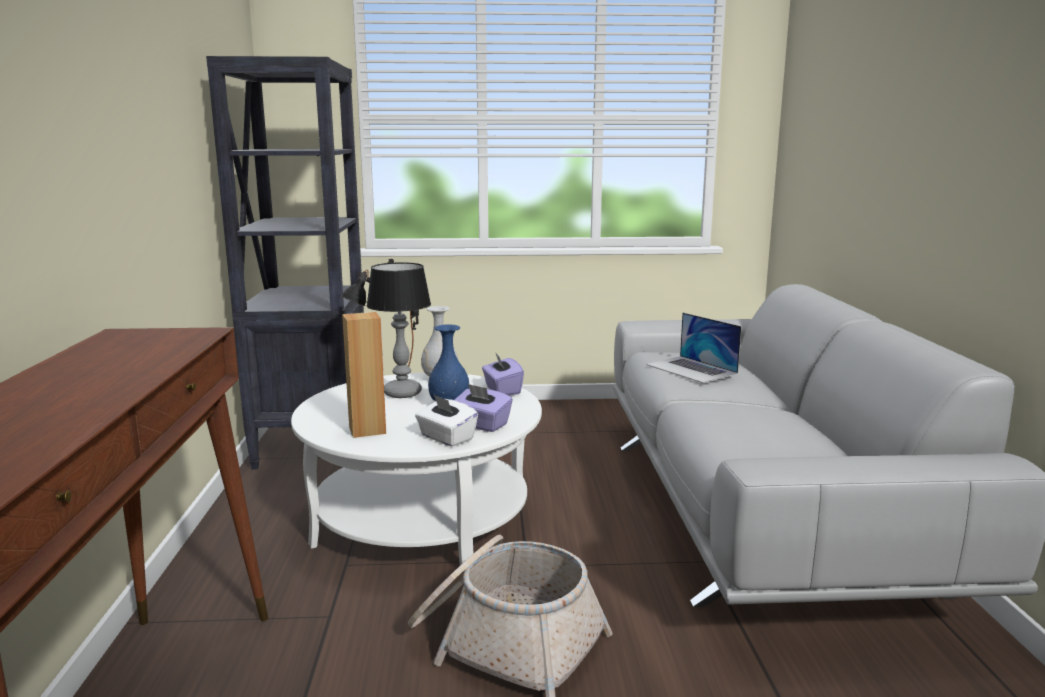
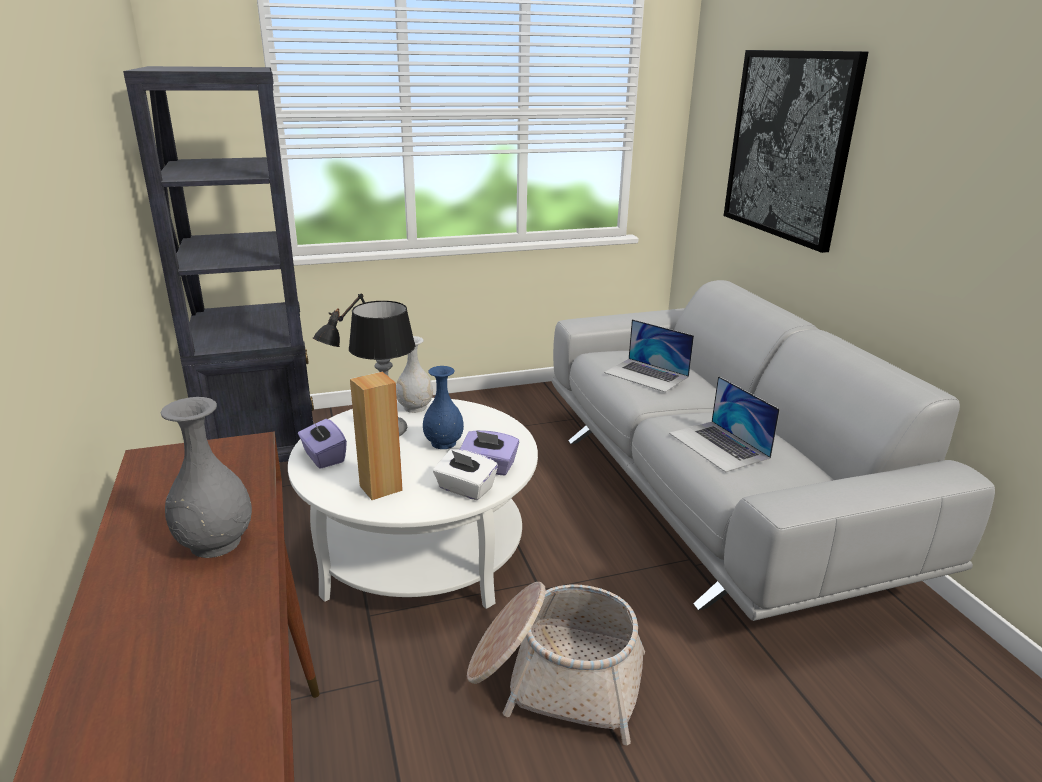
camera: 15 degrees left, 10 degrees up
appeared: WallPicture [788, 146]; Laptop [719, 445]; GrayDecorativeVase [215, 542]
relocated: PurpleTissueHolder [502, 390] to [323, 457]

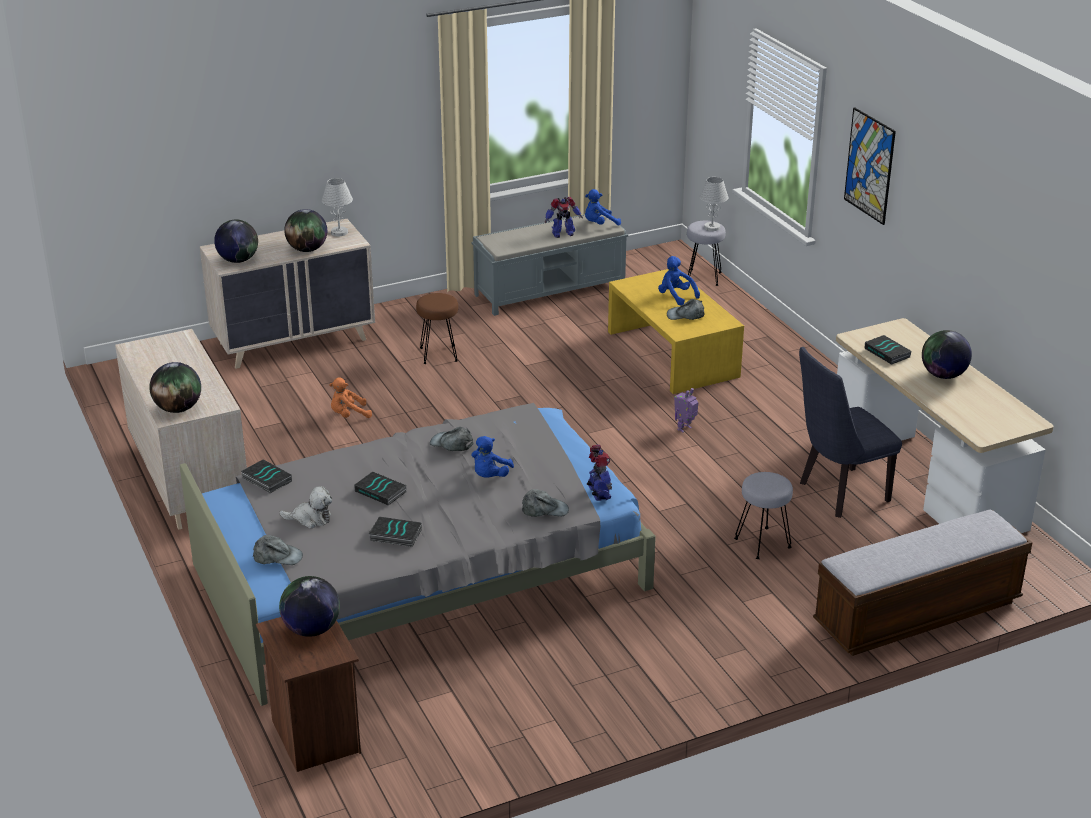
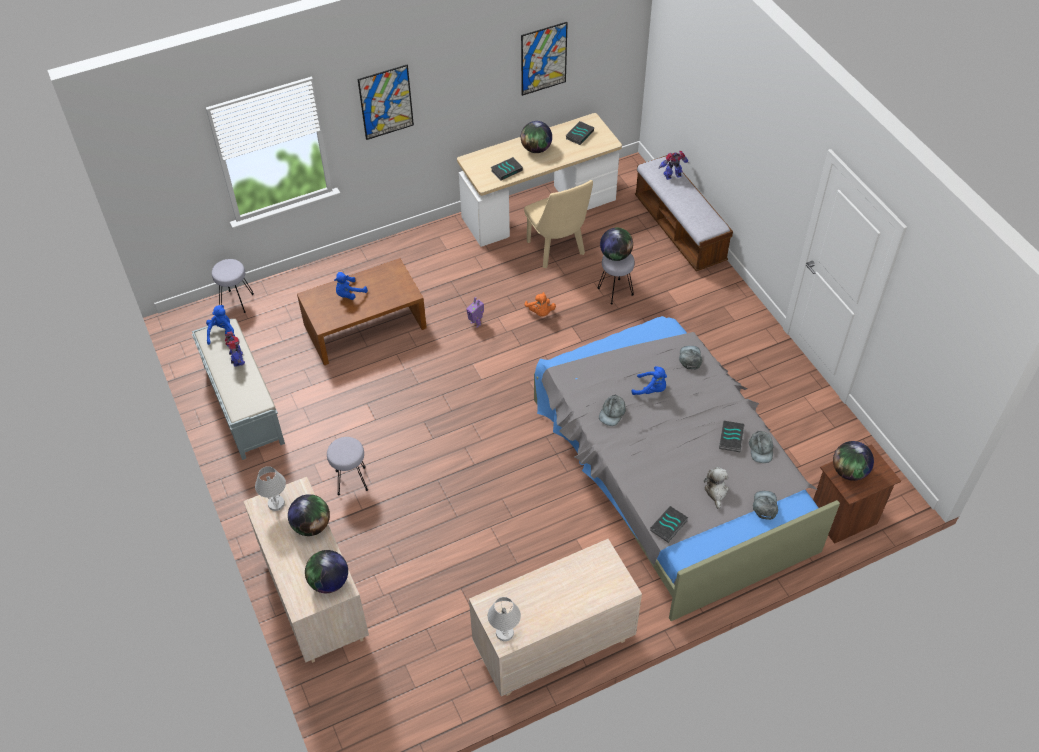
camera: 90 degrees left, 20 degrees up
appeared: WallPicture [543, 58]
relocated: WhiteColouredLampForATable [711, 227] to [505, 633]; GrayBaseballCap [685, 315] to [760, 449]; DeskGlobe [178, 409] to [615, 255]; OrangeSoftToy [349, 415] to [540, 312]; ModelRobot [598, 493] to [673, 176]; Volume [381, 491] to [579, 134]
colour: YellowColouredCoffeeTable [673, 354] to BrownColouredCoffeeTable [364, 325]; BrownColouredStoolSeat [439, 354] to GrayStoolSeat [351, 480]; BluePlainChair [838, 494] to BeigeColouredPlainChair [557, 251]
spun: BlueSoftToy [599, 224] = [222, 334] 150 degrees counterclockwise

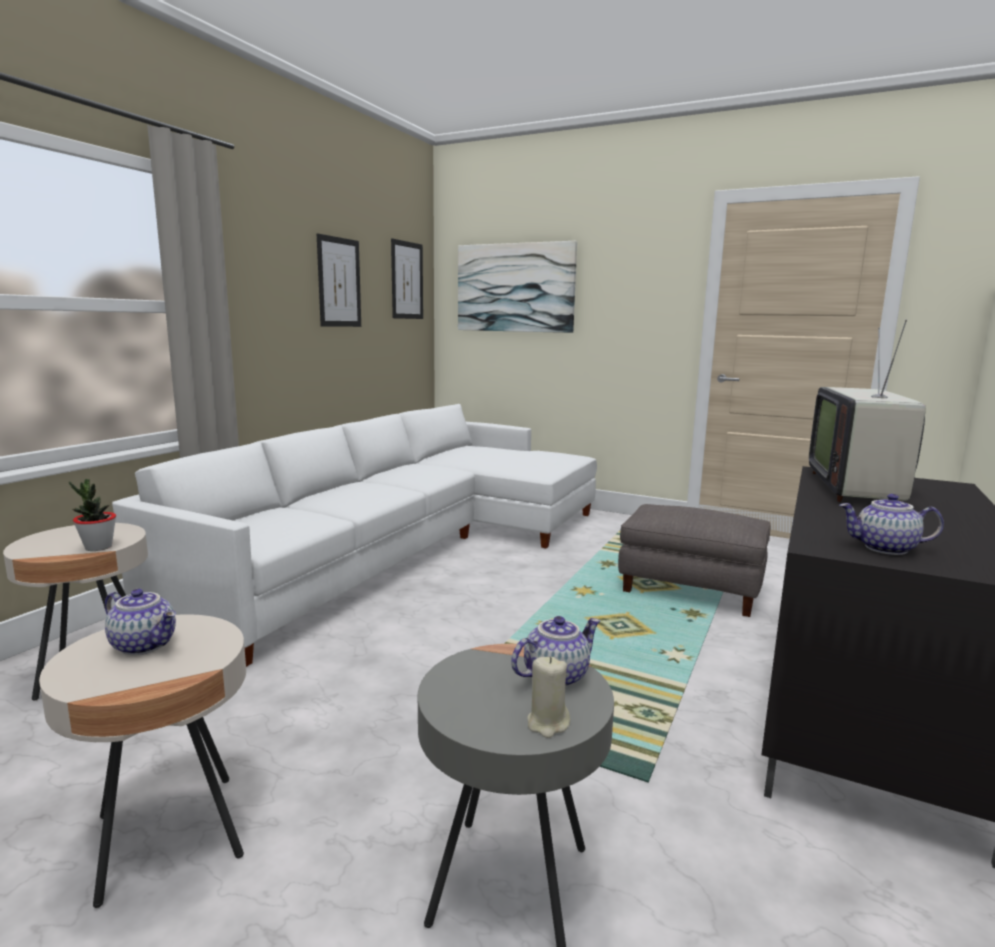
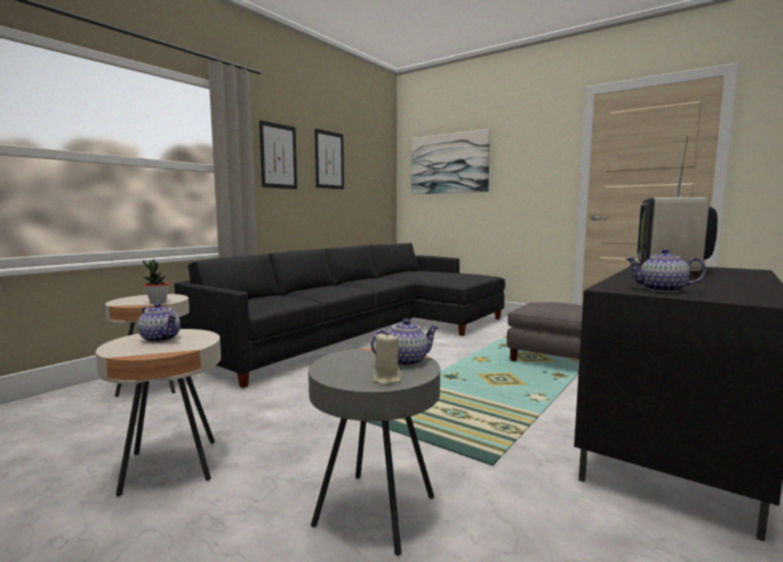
camera: 10 degrees right, 5 degrees down
relocated: WallPicture [407, 280] to [278, 156]
colour: WhiteColouredSettee [412, 545] to BlackColouredSettee [370, 331]

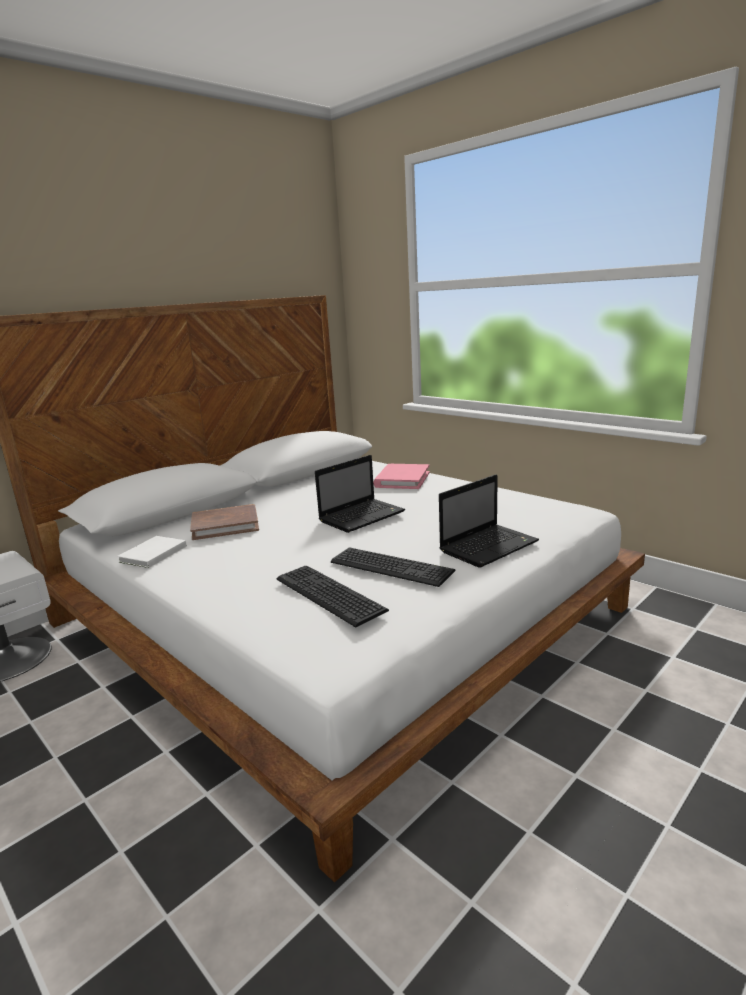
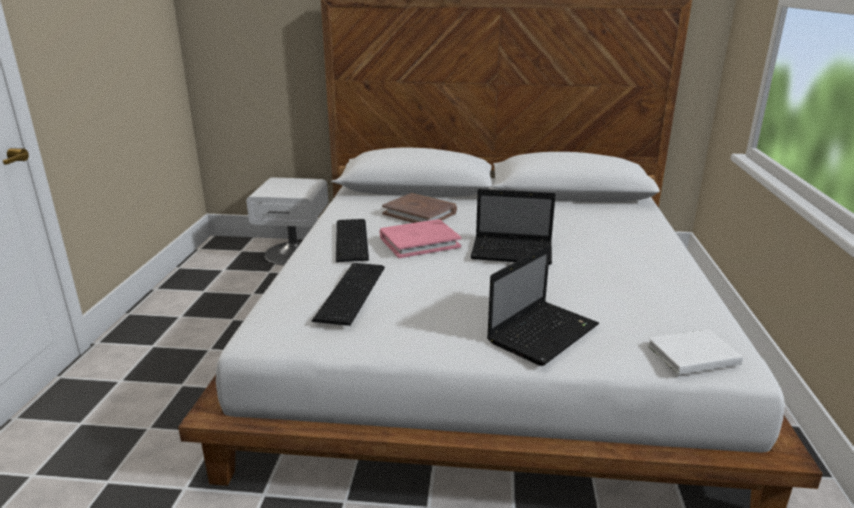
camera: 50 degrees right, 5 degrees up
relocated: PinkColouredVolume [402, 479] to [419, 242]; WhiteColouredVolume [151, 554] to [690, 354]; Keyboard [391, 565] to [353, 239]
spun: Laptop [489, 546] = [543, 332] 60 degrees counterclockwise

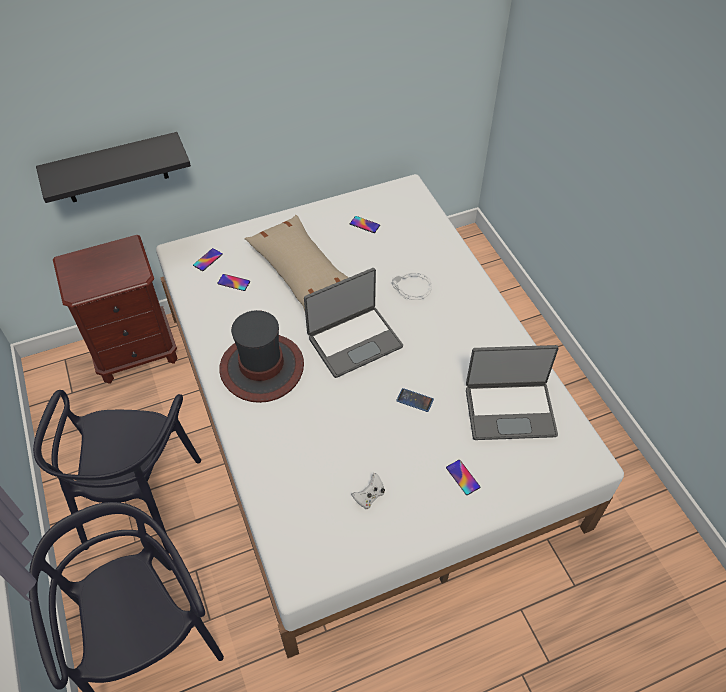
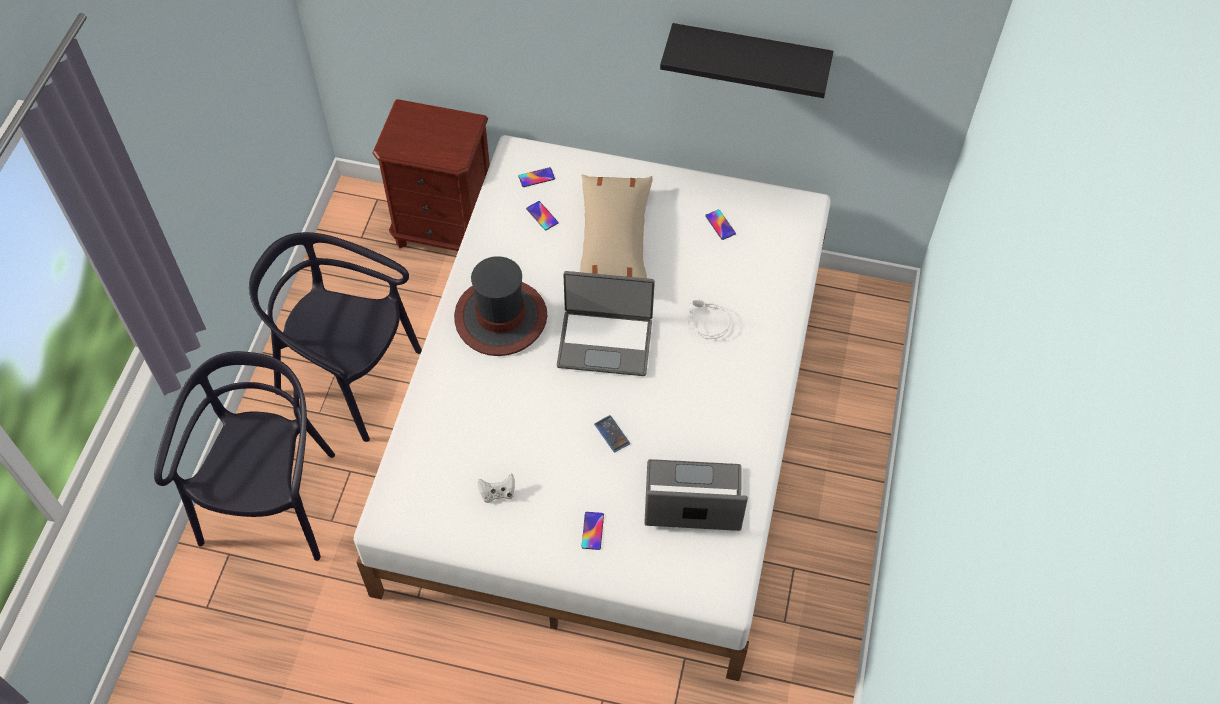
camera: 35 degrees right, 5 degrees up
relocated: BlackColouredBracketShelf [114, 169] to [749, 58]
spun: Laptop [509, 410] = [692, 499] 150 degrees clockwise; BlackColouredPlainChair [139, 500] = [348, 377] 75 degrees clockwise

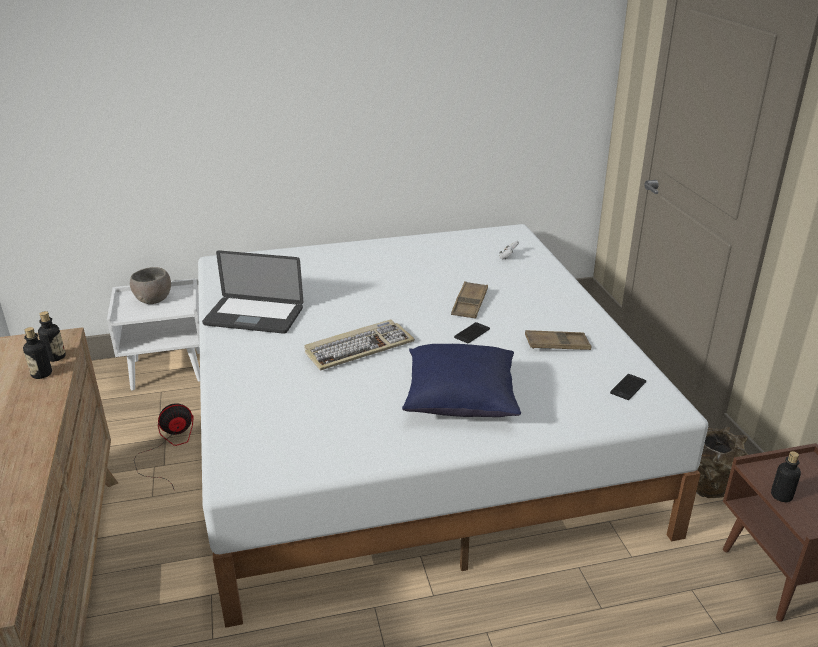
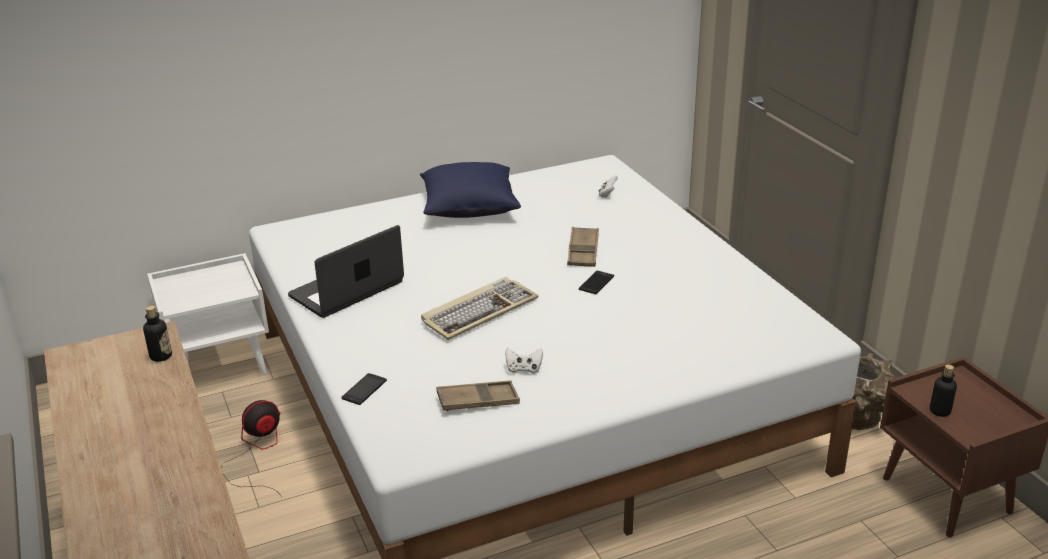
camera: 10 degrees left, 0 degrees up
missing: GrayDeepDish [153, 298]; DrinkBottle [41, 374]
appeared: WhiteColouredJoypad [524, 369]
relocated: BrownColouredServingTray [557, 345] to [478, 401]; BluePillow [461, 398] to [469, 207]; Telephone [628, 387] to [364, 389]
spun: Laptop [254, 316] = [347, 290] 135 degrees clockwise

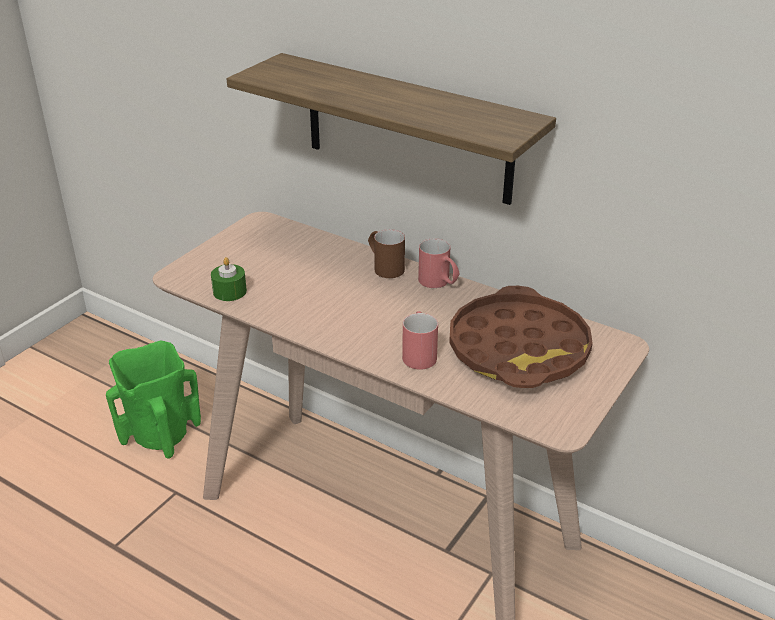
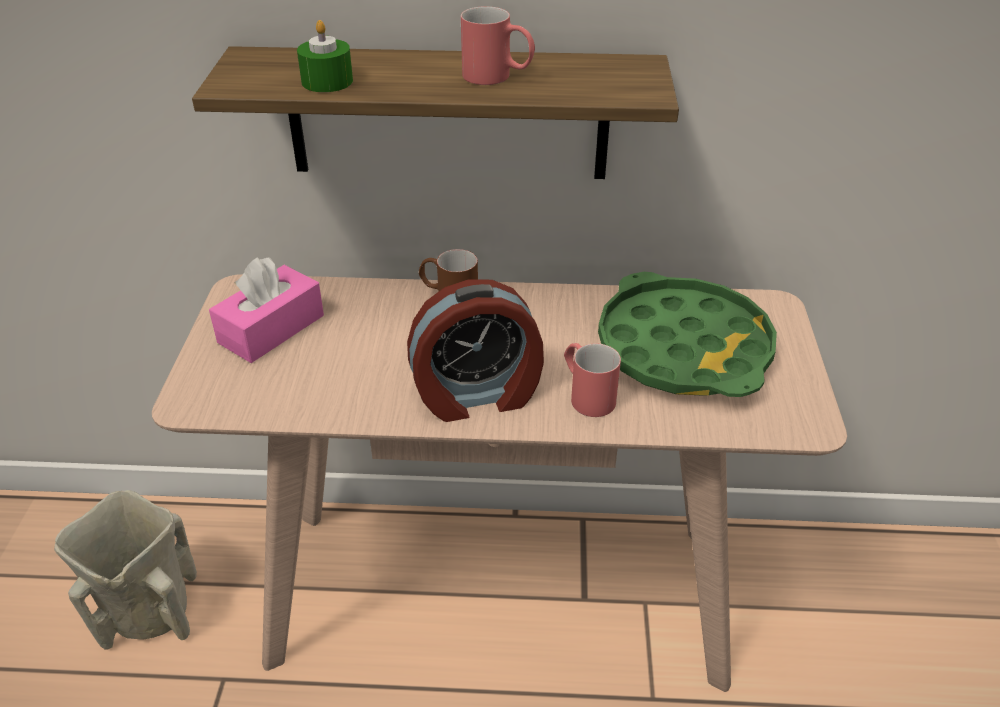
camera: 30 degrees left, 5 degrees up
appeared: PinkColouredTissueHolder [271, 329]; AlarmClock [477, 396]
relocated: RedColouredMug [439, 283] to [498, 77]; GreenColouredCandle [229, 291] to [327, 81]
colour: BrownColouredServingTray [518, 349] to GreenColouredServingTray [683, 348]; GreenColouredDecorativeVase [160, 433] to BeigeColouredDecorativeVase [149, 611]

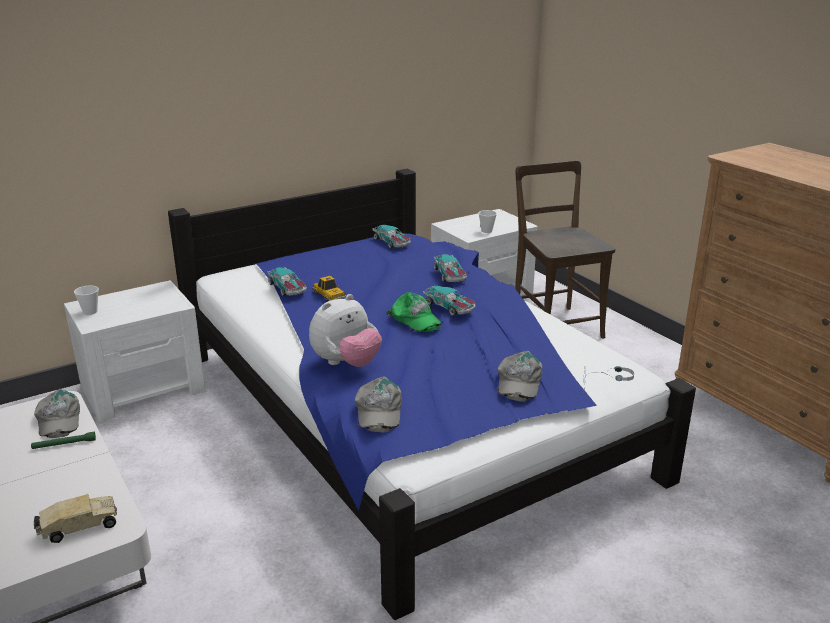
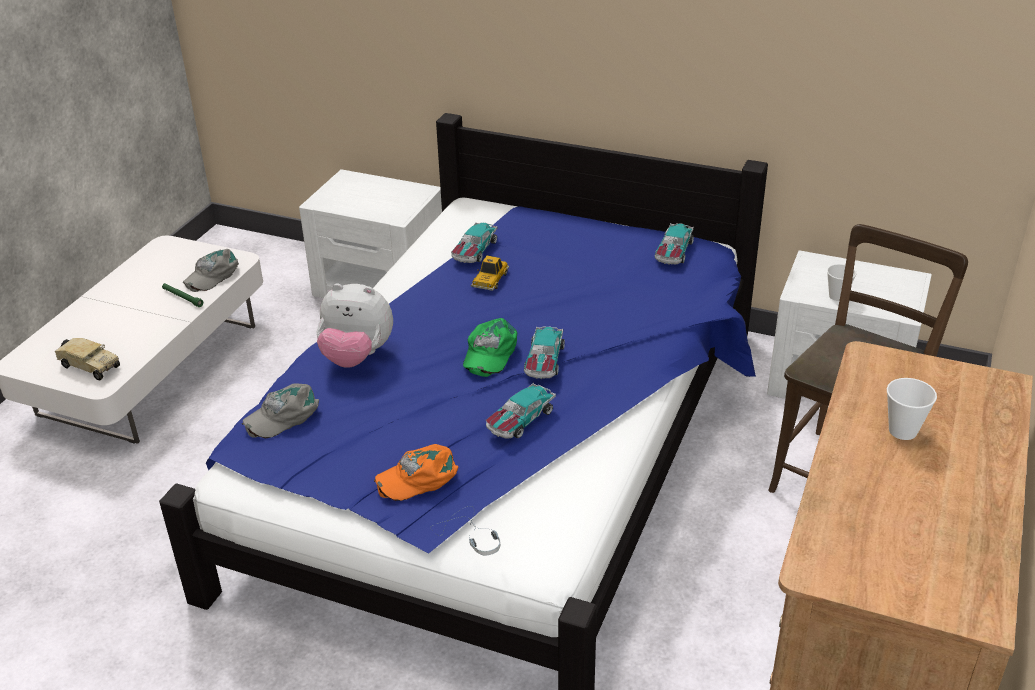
camera: 55 degrees right, 10 degrees up
relocated: ToyCar [450, 275] to [520, 420]; SmallCup [90, 312] to [902, 431]
colour: GrayBaseballCap [518, 382] to OrangeBaseballCap [418, 477]

